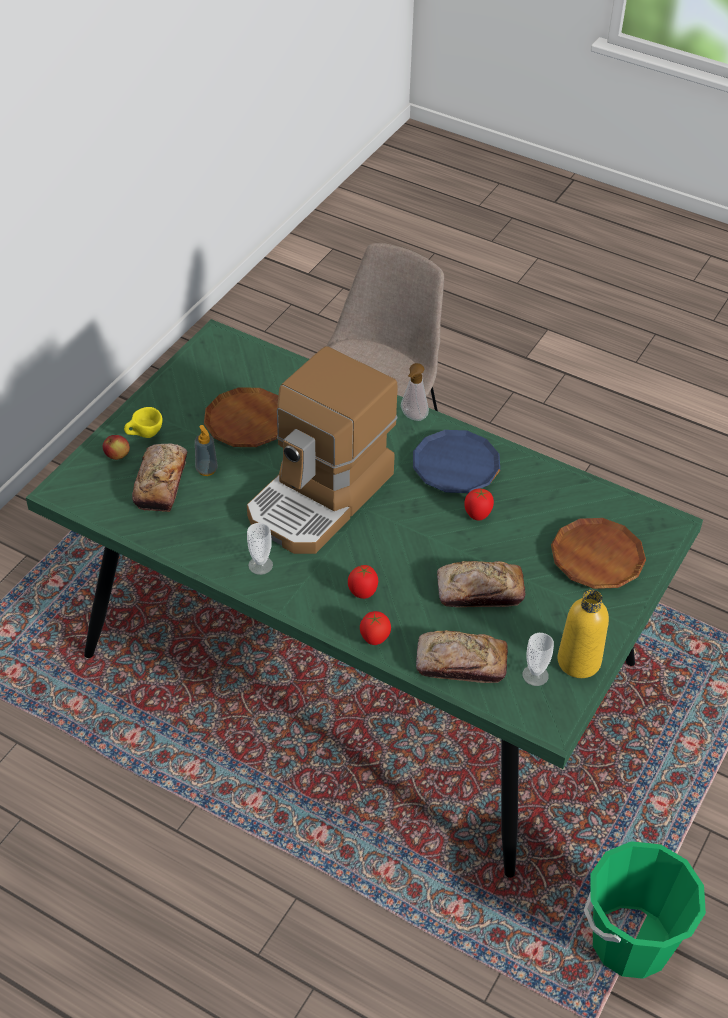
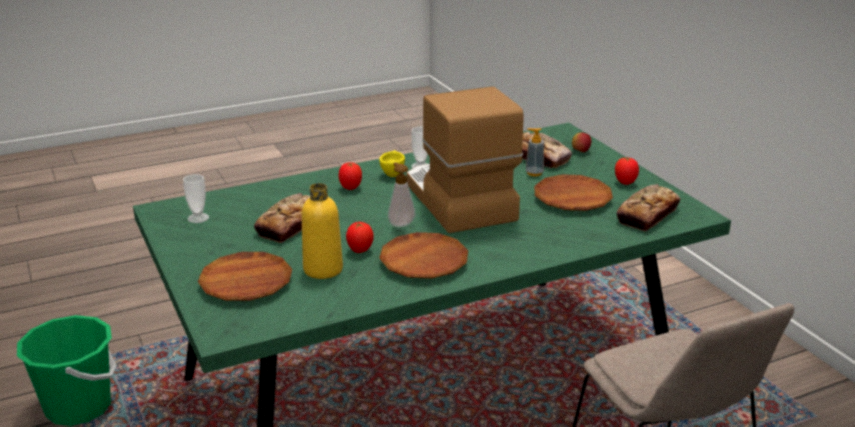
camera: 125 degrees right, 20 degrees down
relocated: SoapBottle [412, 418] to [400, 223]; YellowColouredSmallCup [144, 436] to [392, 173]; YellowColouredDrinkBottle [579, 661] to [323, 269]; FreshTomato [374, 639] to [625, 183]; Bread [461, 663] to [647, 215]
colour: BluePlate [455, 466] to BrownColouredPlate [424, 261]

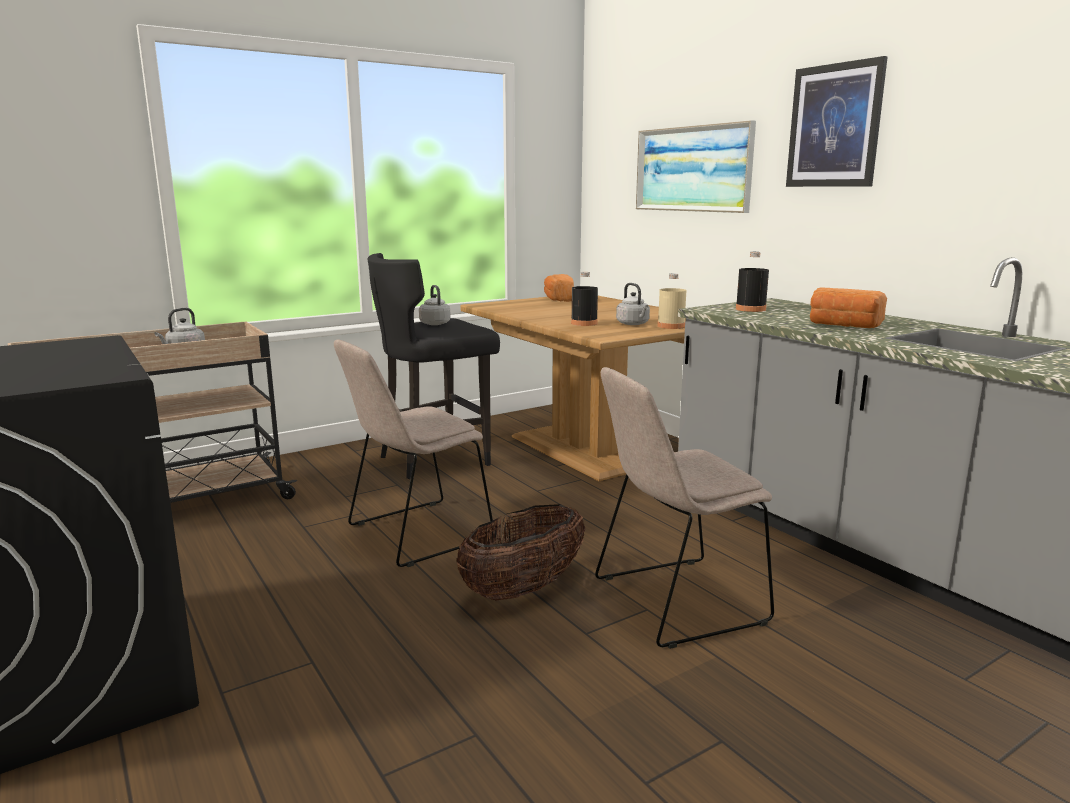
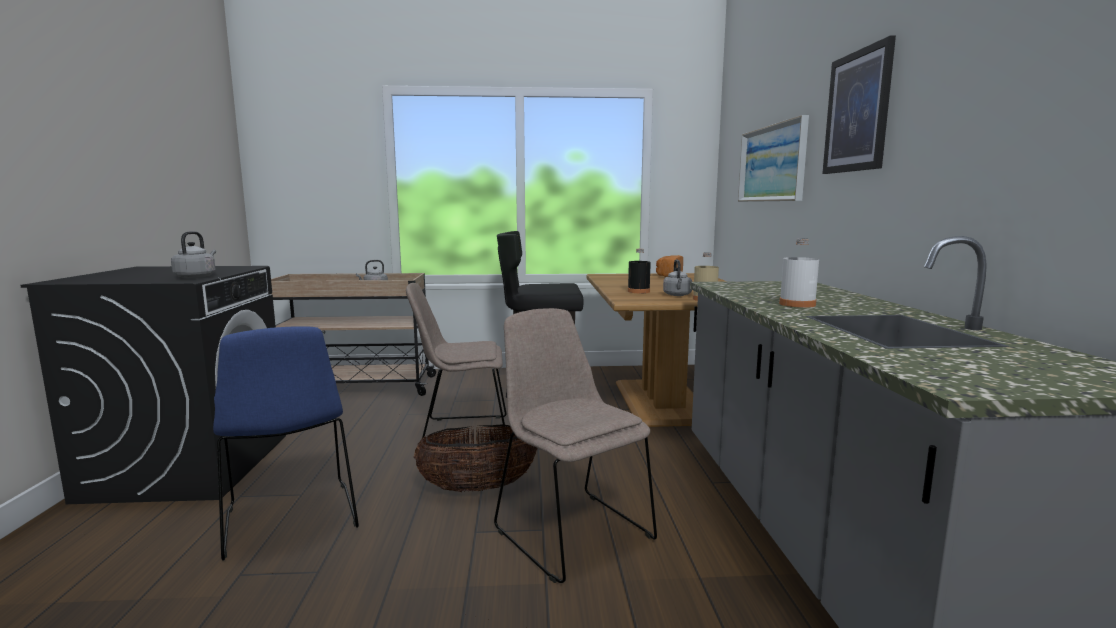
camera: 30 degrees right, 5 degrees down
missing: BlackColouredDrinkBottle [750, 309]
appeared: BluePlainChair [291, 521]
relocated: GrayTeaKettle [434, 323] to [197, 277]
exchanged: Bread [843, 326] to WhiteColouredDrinkBottle [797, 304]
spun: BeigeColouredPlainChair [673, 602] = [570, 531] 45 degrees clockwise

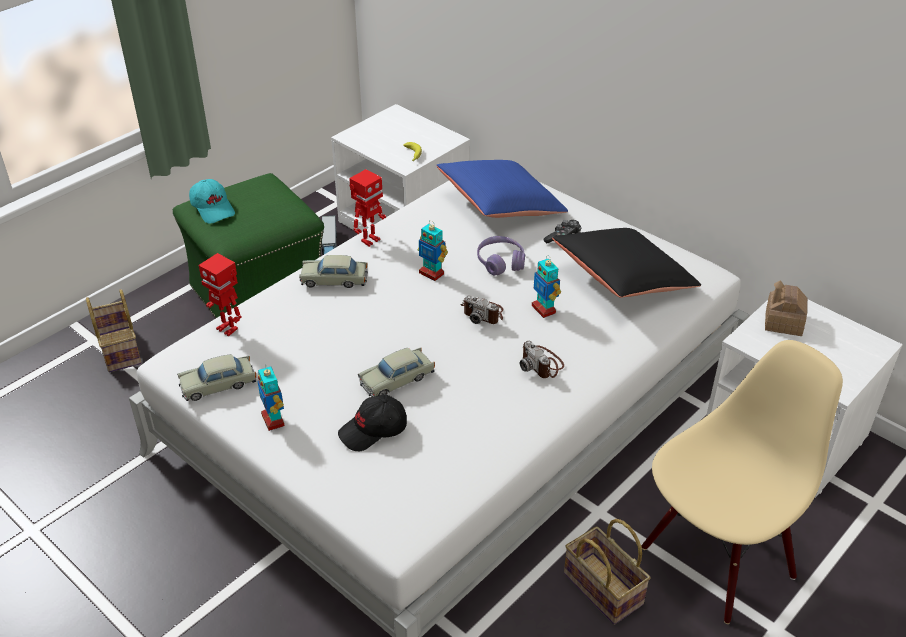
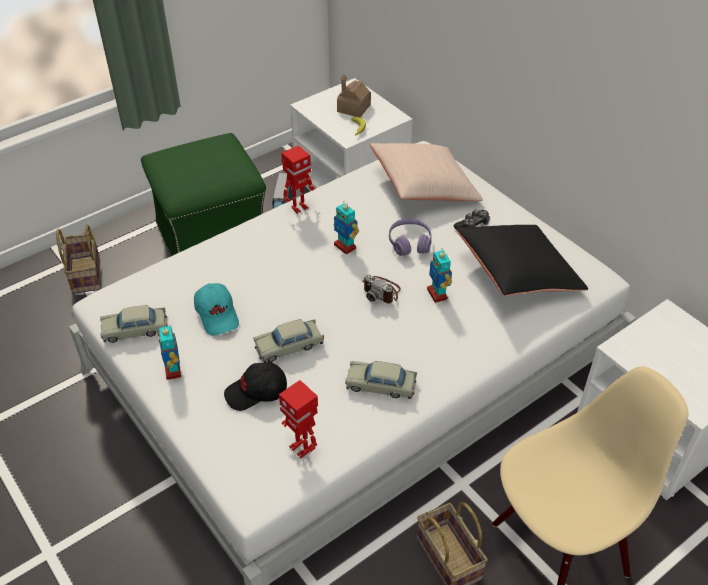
camera: 10 degrees right, 5 degrees up
missing: StillCamera [541, 364]
relocated: TurquoiseBaseballCap [213, 208] to [217, 315]; ModelRobot [228, 328] to [301, 448]; BeigeColouredToyCar [334, 280] to [380, 385]; ModelHouse [783, 322] to [353, 108]
colour: BluePillow [501, 205] to BeigeColouredPillow [424, 186]

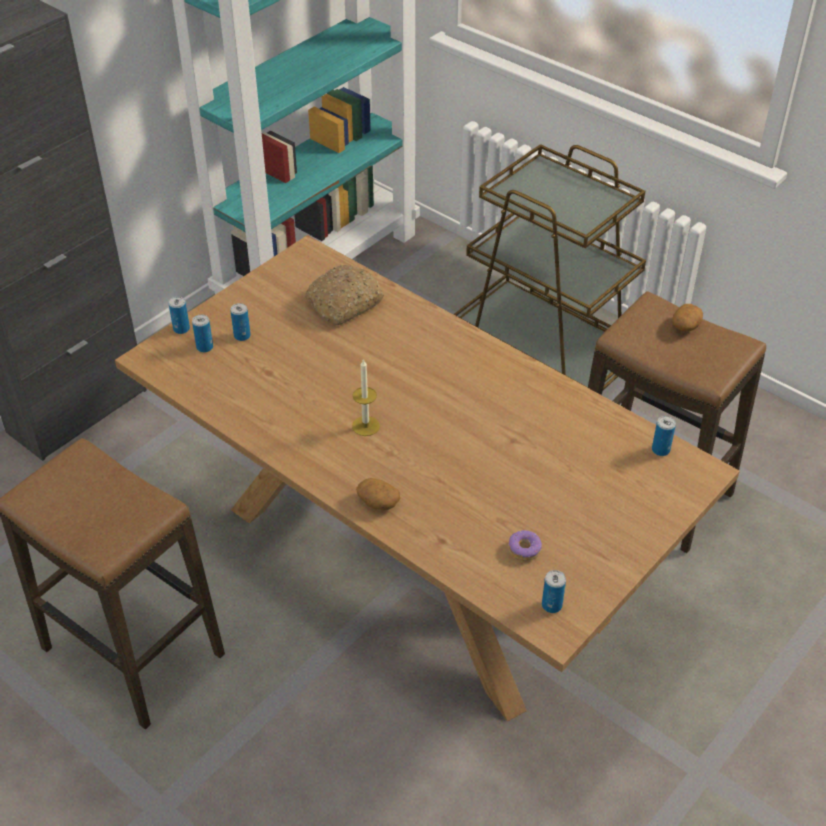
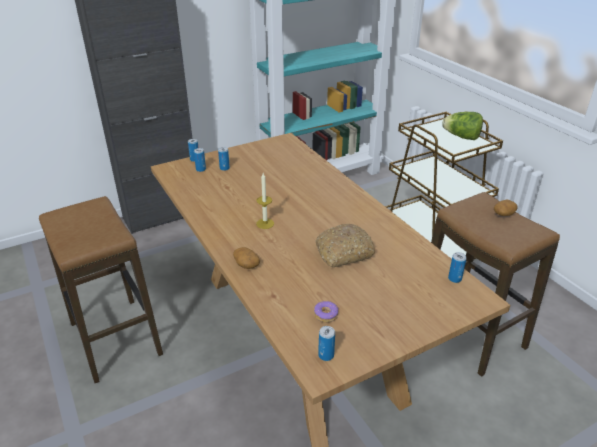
camera: 20 degrees right, 10 degrees down
appeared: HeadOfLettuce [461, 137]
relocated: Bread [344, 303] to [343, 253]

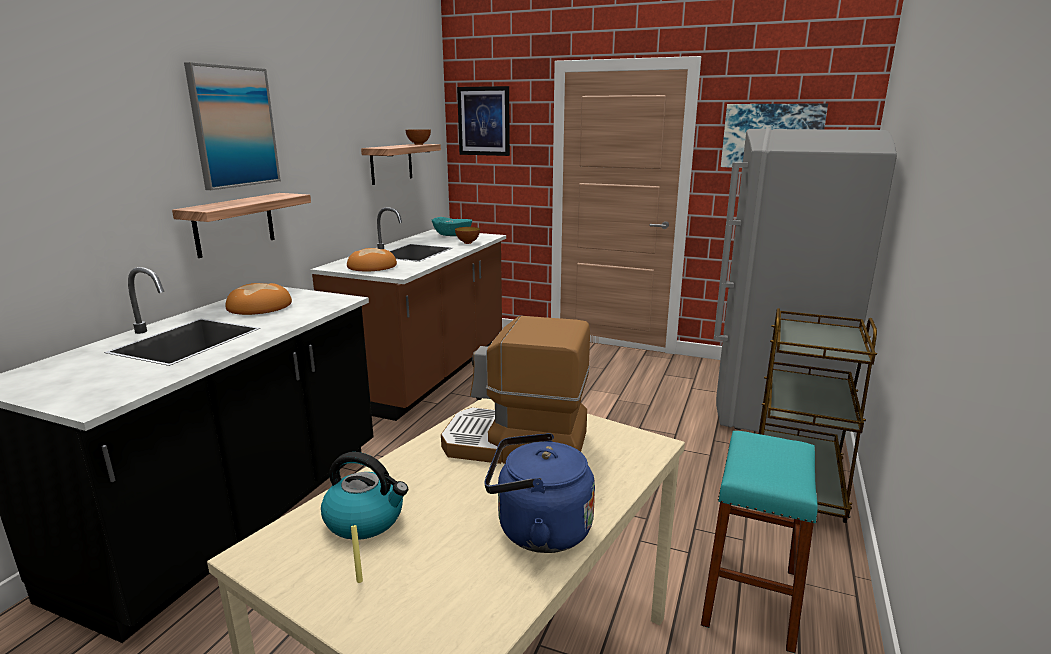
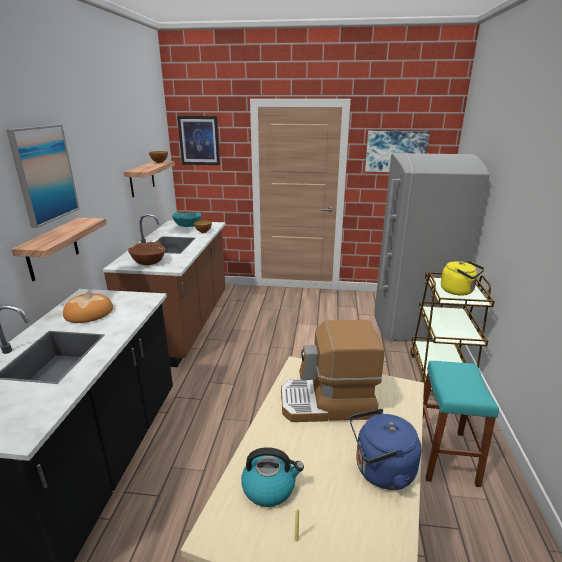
camera: 15 degrees left, 5 degrees up
appeared: YellowColouredTeaKettle [459, 291]
exchanged: Bread [372, 266] to BrownColouredDeepDish [149, 262]

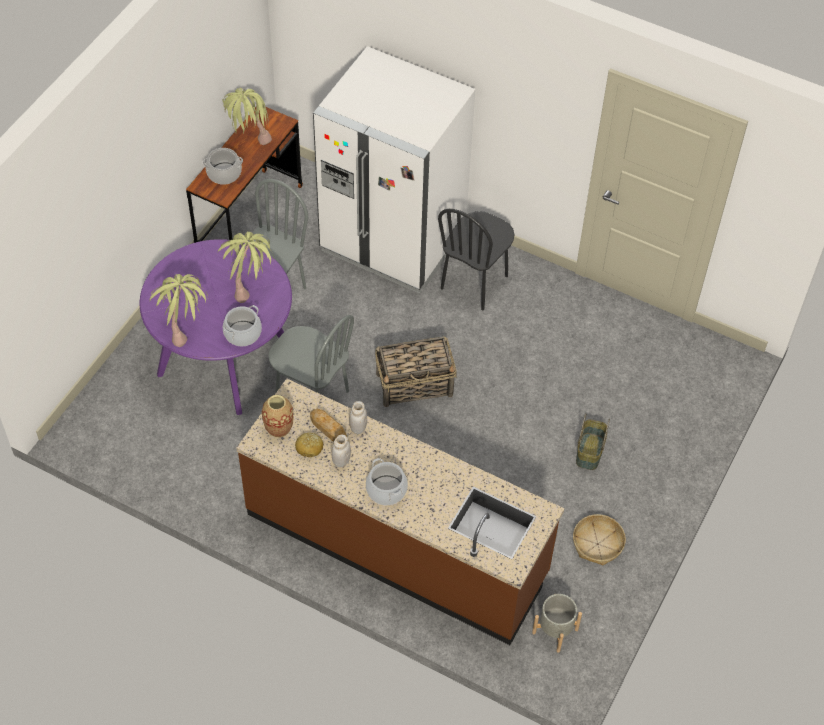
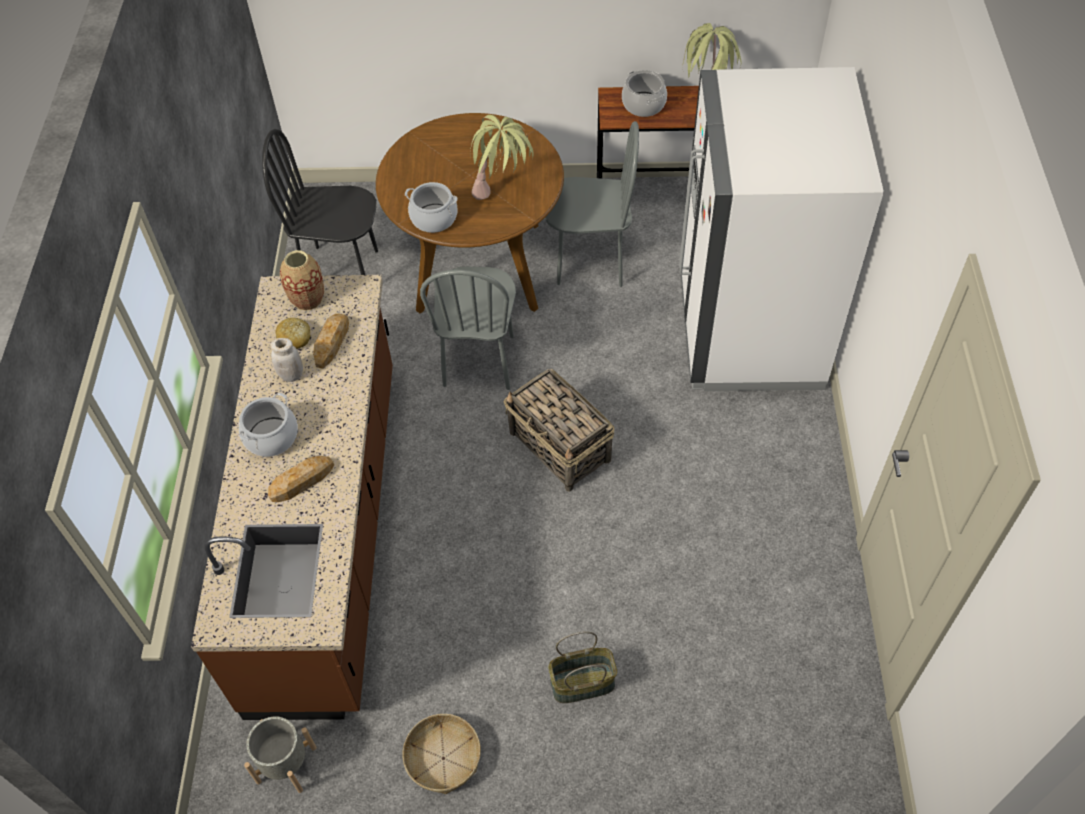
camera: 65 degrees right, 0 degrees up
missing: PottedPlant [185, 329]; WhiteColouredStorageJar [358, 428]
appeared: Bread [302, 481]
relocated: BlackColouredPlainChair [474, 282] to [342, 270]
colour: PurpleKitchenTable [224, 360] to BrownColouredKitchenTable [478, 266]

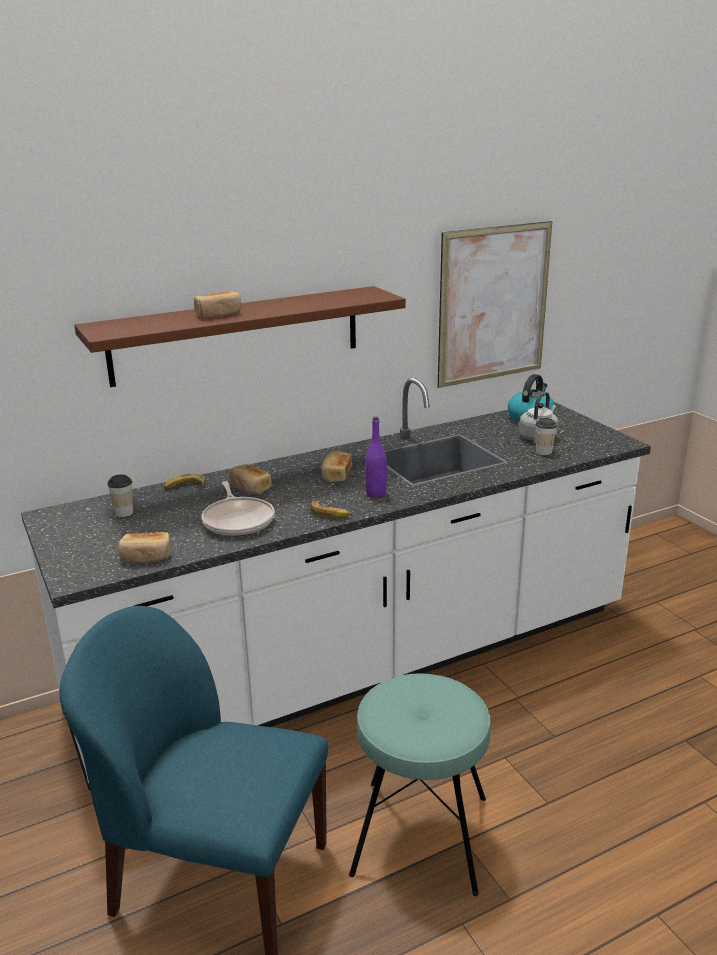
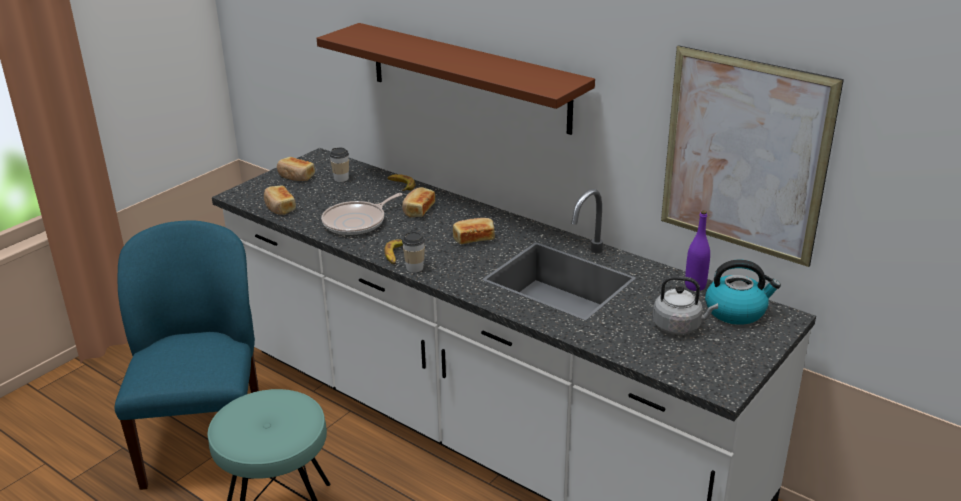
camera: 65 degrees right, 5 degrees up
relocated: Bread [218, 314] to [296, 176]; PurpleDrinkBottle [376, 493] to [695, 286]; SmallCup [543, 451] to [414, 268]

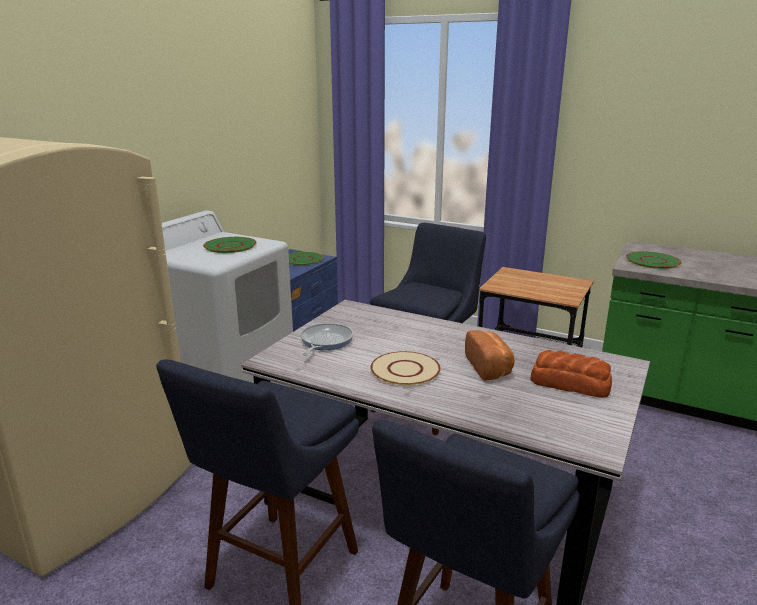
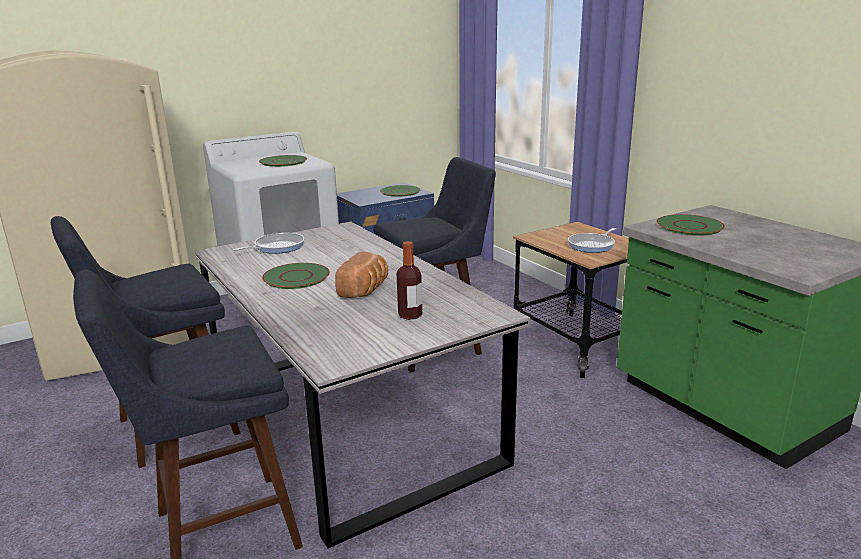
camera: 30 degrees right, 0 degrees up
appeared: Skillet [592, 245]
exchanged: Bread [569, 383] to DrinkBottle [410, 315]
colour: BeigeColouredPlate [404, 370] to GreenColouredPlate [296, 277]

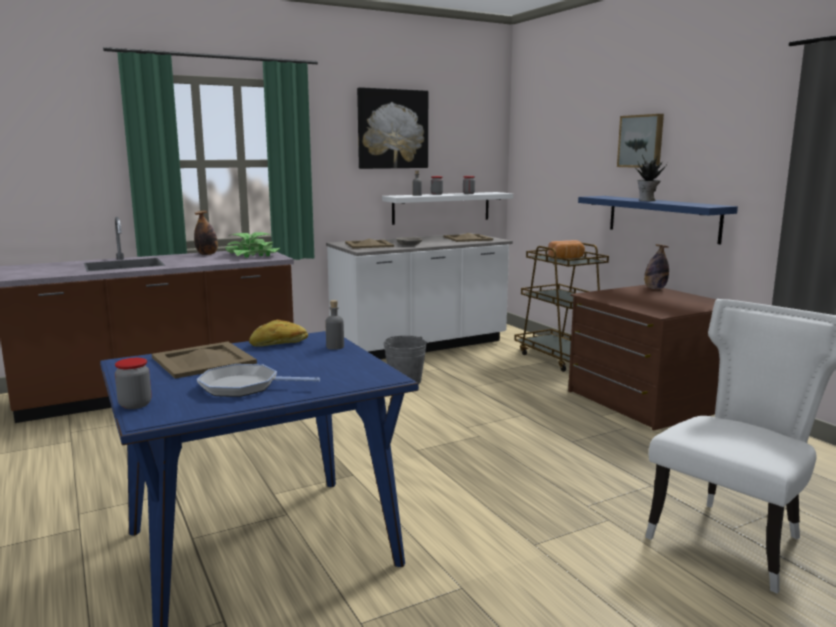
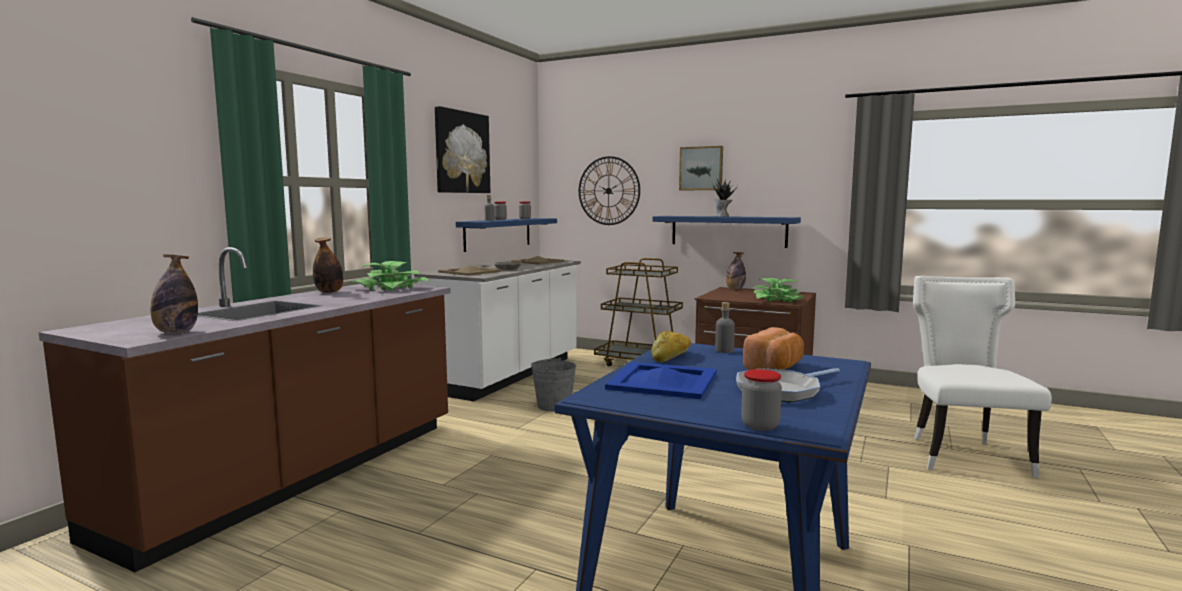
camera: 35 degrees left, 5 degrees down
appeared: HangingClock [608, 191]; DrinkBottle [176, 332]; PottedPlant [776, 300]
relocated: Bread [567, 258] to [775, 368]
colour: WhiteColouredBracketShelf [441, 208] to BlueBracketShelf [498, 233]; BeigeColouredServingTray [204, 360] to BlueServingTray [662, 380]

